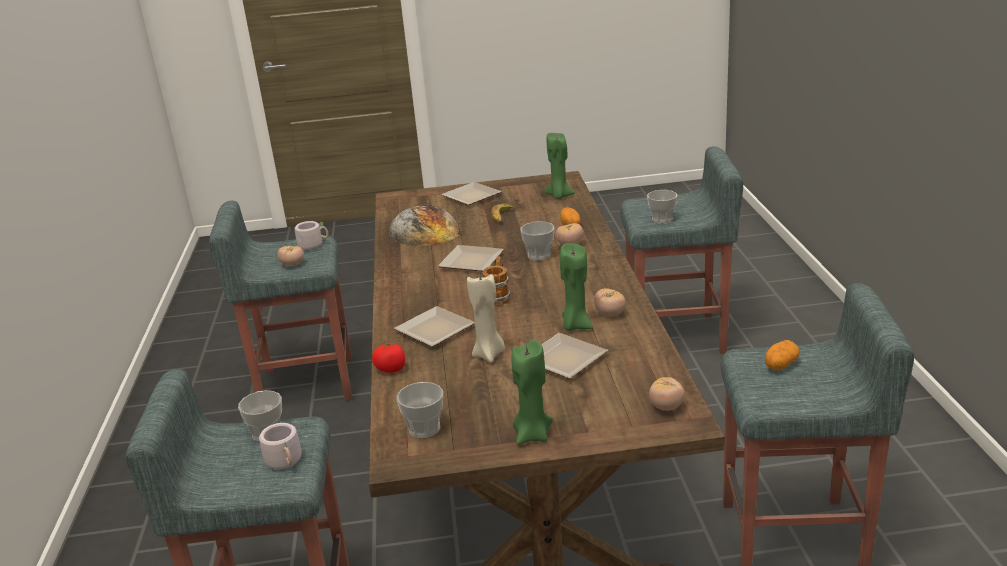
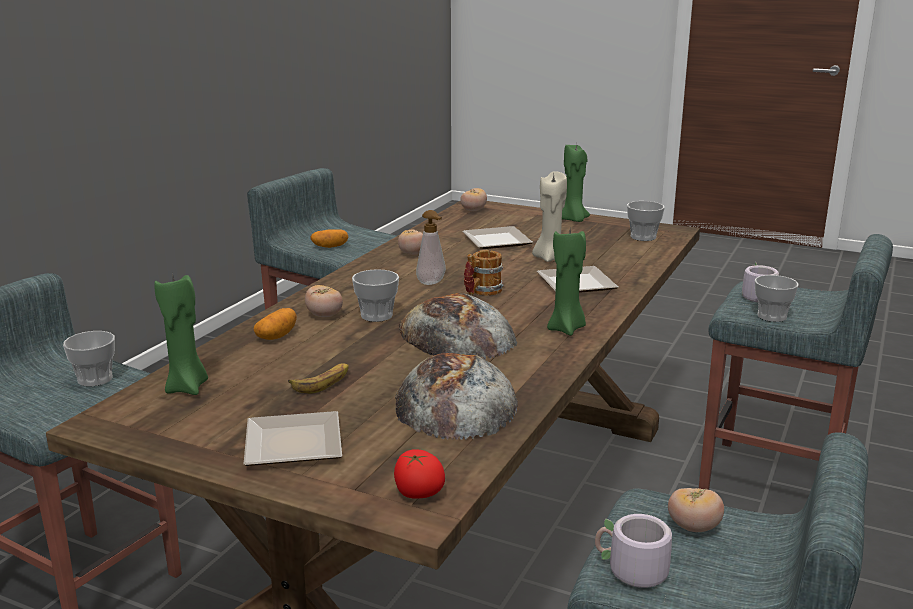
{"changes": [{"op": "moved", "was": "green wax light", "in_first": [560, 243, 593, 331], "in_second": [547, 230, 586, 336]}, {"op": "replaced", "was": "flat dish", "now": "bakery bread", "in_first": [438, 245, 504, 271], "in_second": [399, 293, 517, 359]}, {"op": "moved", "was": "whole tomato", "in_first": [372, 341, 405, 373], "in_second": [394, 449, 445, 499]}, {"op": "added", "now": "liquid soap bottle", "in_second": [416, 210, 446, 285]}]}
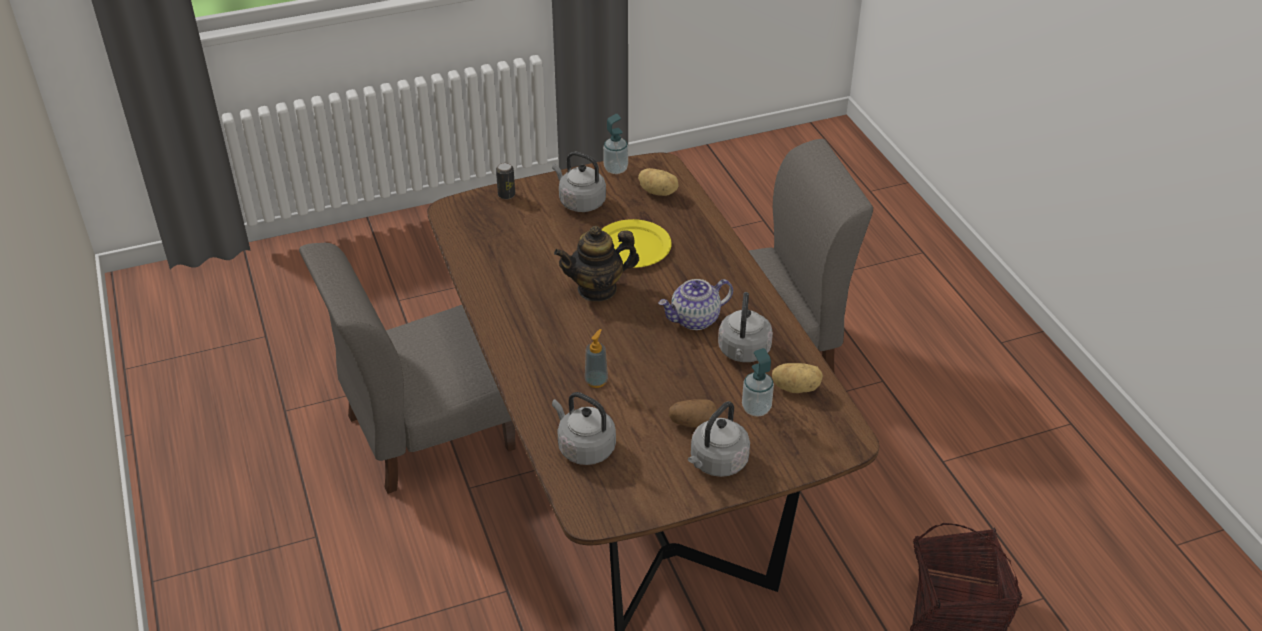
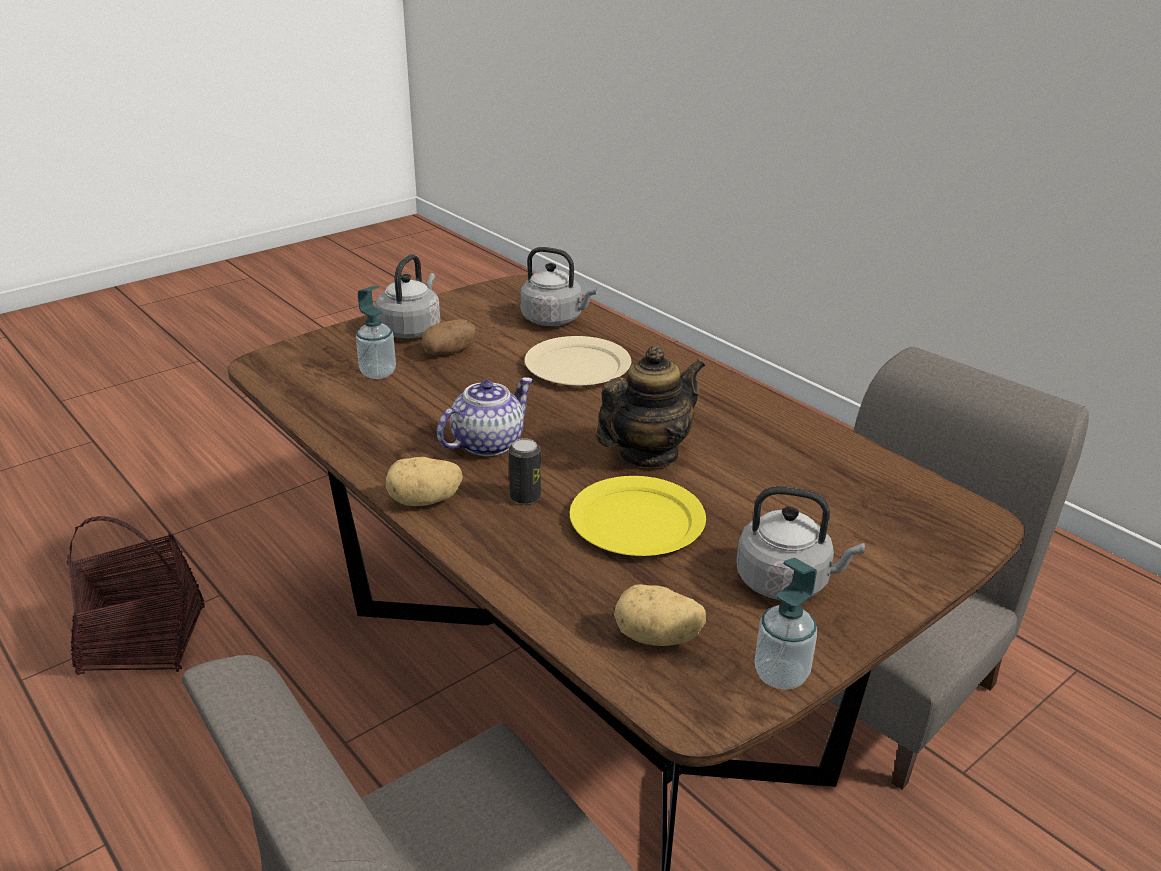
{"changes": [{"op": "moved", "was": "metal can", "in_first": [496, 163, 515, 199], "in_second": [509, 438, 541, 504]}, {"op": "removed", "was": "grey water kettle", "in_first": [718, 292, 773, 362]}, {"op": "replaced", "was": "liquid soap bottle", "now": "beige-coloured flat dish", "in_first": [585, 329, 608, 388], "in_second": [525, 336, 631, 386]}, {"op": "moved", "was": "potato", "in_first": [772, 363, 823, 393], "in_second": [386, 457, 463, 506]}]}
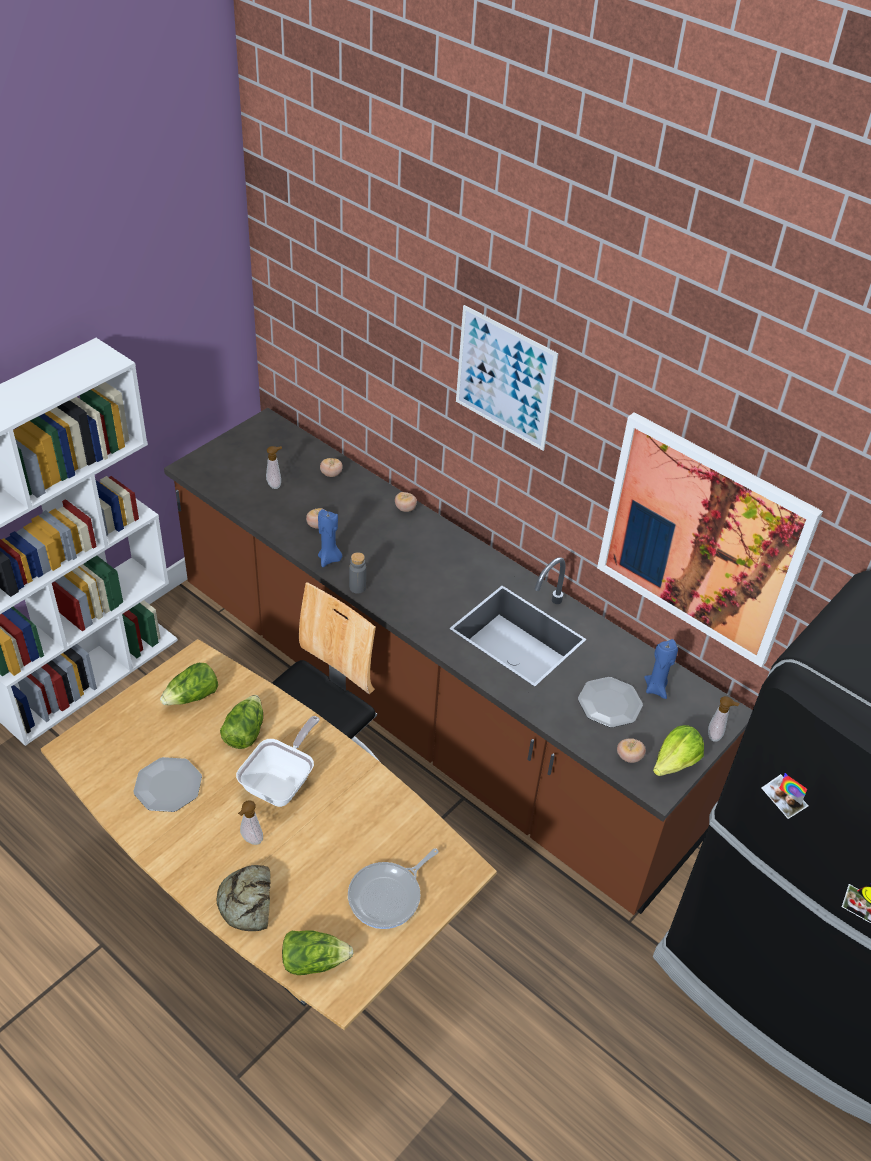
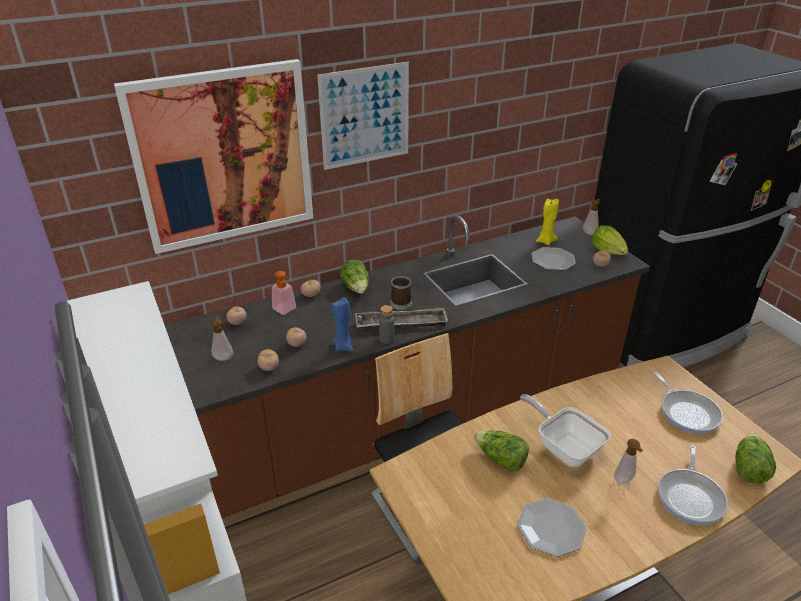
{"changes": [{"op": "moved", "was": "wall art", "in_first": [597, 412, 823, 667], "in_second": [114, 59, 313, 254]}, {"op": "recoloured", "was": "bluish wax light", "now": "yellow wax light", "in_first": [644, 639, 678, 699], "in_second": [536, 199, 559, 245]}, {"op": "moved", "was": "lettuce head", "in_first": [160, 663, 218, 705], "in_second": [340, 260, 369, 294]}, {"op": "replaced", "was": "bakery bread", "now": "pan", "in_first": [216, 865, 271, 931], "in_second": [658, 446, 728, 525]}, {"op": "added", "now": "liquid soap bottle", "in_second": [272, 271, 296, 315]}, {"op": "added", "now": "mug", "in_second": [390, 274, 412, 310]}, {"op": "added", "now": "serving tray", "in_second": [355, 307, 448, 328]}, {"op": "added", "now": "whole tomato", "in_second": [257, 349, 279, 371]}]}
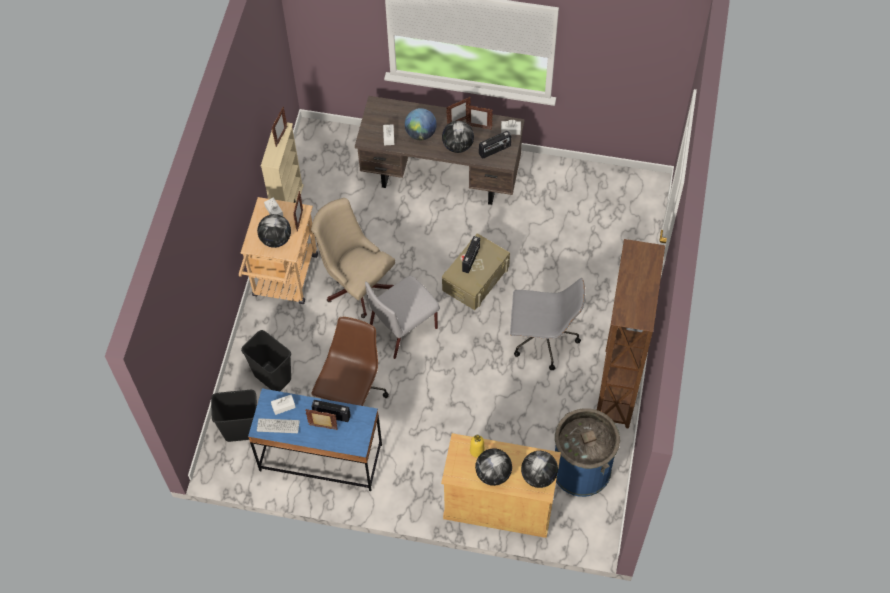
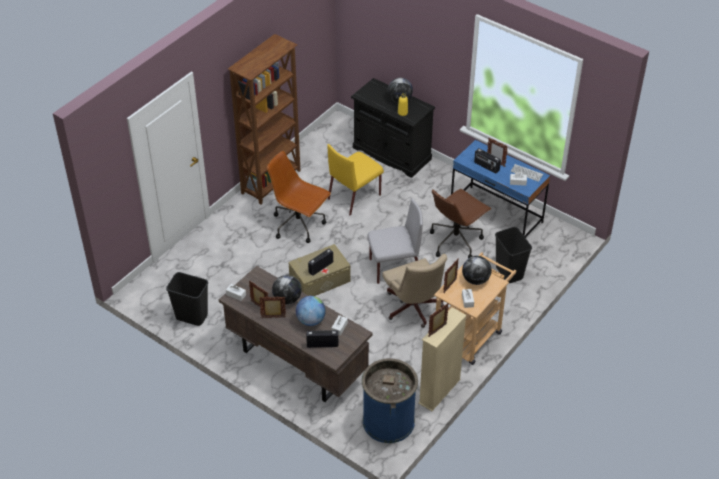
{"changes": [{"op": "moved", "was": "radio set", "in_first": [479, 131, 511, 159], "in_second": [306, 330, 339, 348]}, {"op": "recoloured", "was": "grey desk chair", "now": "brownish desk chair", "in_first": [510, 278, 585, 370], "in_second": [267, 151, 331, 243]}, {"op": "moved", "was": "black waste bin", "in_first": [211, 390, 257, 442], "in_second": [166, 272, 208, 326]}, {"op": "moved", "was": "bluish waste bin", "in_first": [555, 408, 620, 497], "in_second": [362, 358, 418, 443]}, {"op": "recoloured", "was": "beige-coloured cabinet", "now": "black cabinet", "in_first": [441, 433, 561, 538], "in_second": [351, 78, 435, 178]}, {"op": "removed", "was": "globe", "in_first": [521, 451, 558, 488]}, {"op": "added", "now": "yellow chair", "in_second": [327, 144, 384, 216]}]}
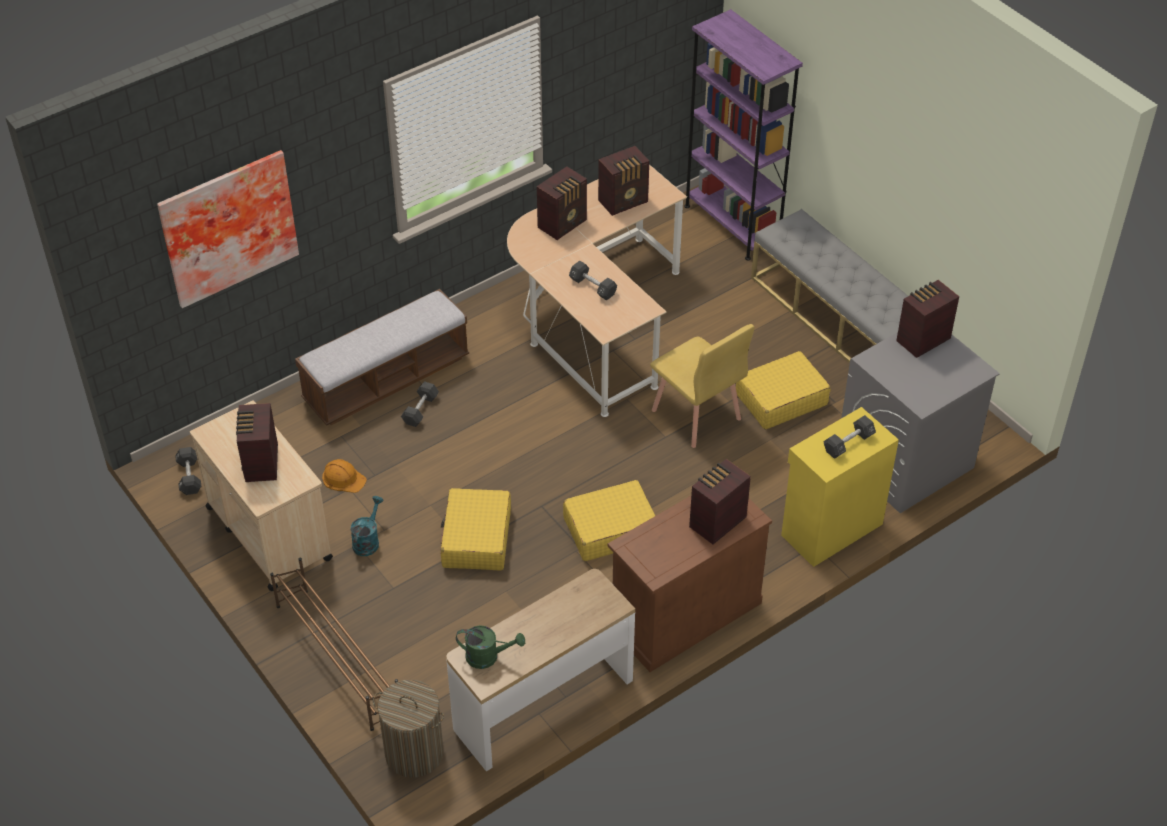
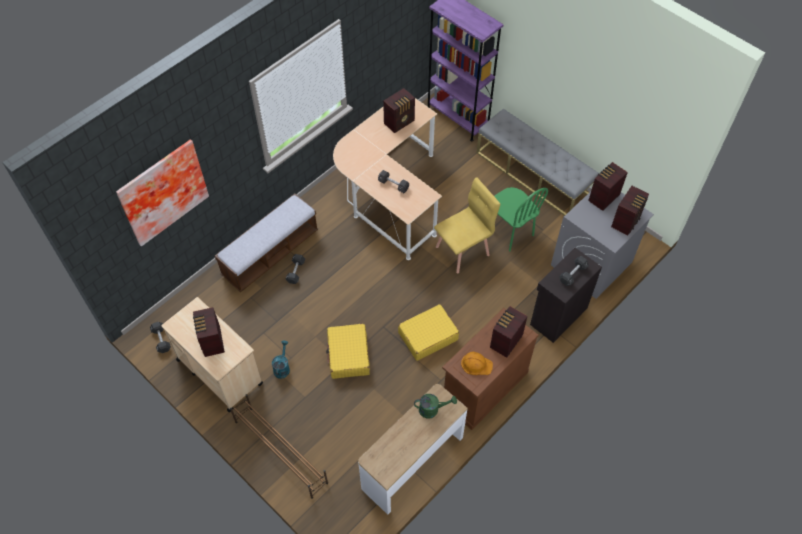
{"changes": [{"op": "moved", "was": "radio set", "in_first": [537, 167, 587, 240], "in_second": [611, 186, 649, 235]}, {"op": "turned", "was": "yellow chair", "in_first": [650, 324, 754, 448], "in_second": [434, 177, 500, 273], "clockwise": -75}, {"op": "replaced", "was": "yellow travel case", "now": "green chair", "in_first": [736, 351, 830, 429], "in_second": [494, 187, 548, 252]}, {"op": "recoloured", "was": "yellow cabinet", "now": "black cabinet", "in_first": [781, 407, 899, 567], "in_second": [530, 248, 602, 343]}, {"op": "moved", "was": "orangey work helmet", "in_first": [322, 459, 367, 493], "in_second": [461, 352, 493, 375]}, {"op": "moved", "was": "green watering pot", "in_first": [456, 625, 525, 669], "in_second": [414, 394, 457, 419]}, {"op": "removed", "was": "laundry basket", "in_first": [373, 680, 444, 778]}]}
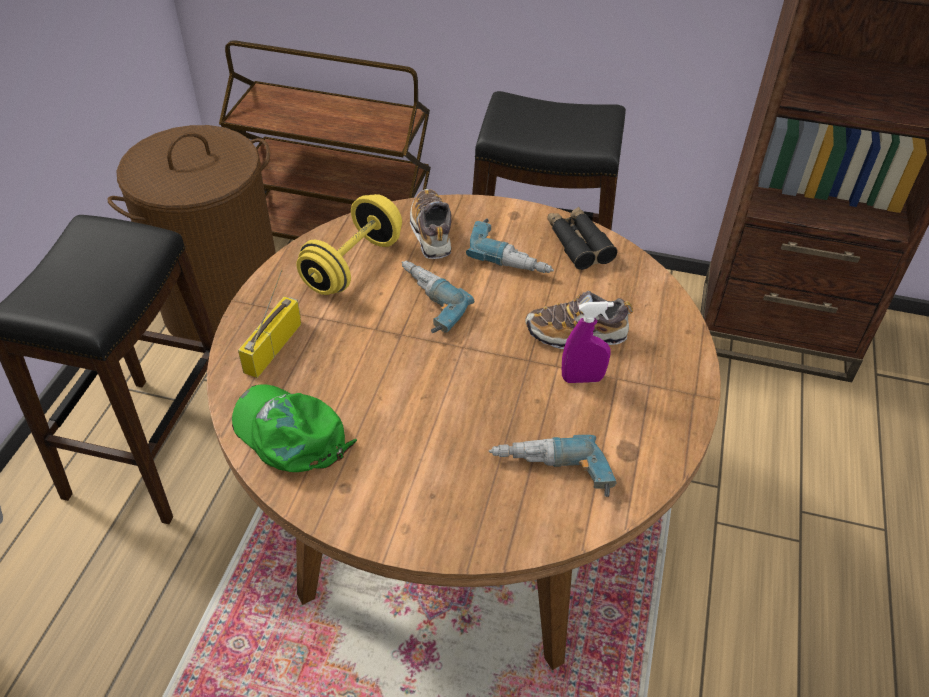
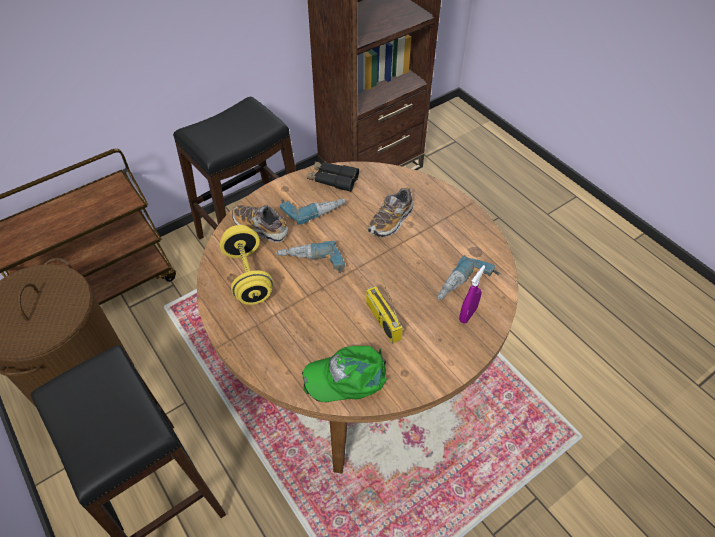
{"changes": [{"op": "moved", "was": "radio set", "in_first": [238, 270, 301, 378], "in_second": [366, 272, 403, 344]}, {"op": "moved", "was": "purple-coloured spray bottle", "in_first": [562, 301, 614, 383], "in_second": [459, 265, 485, 323]}]}
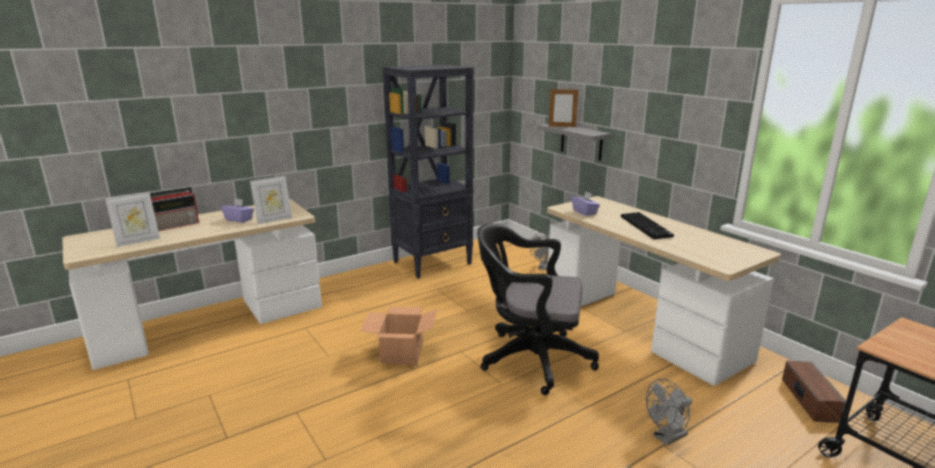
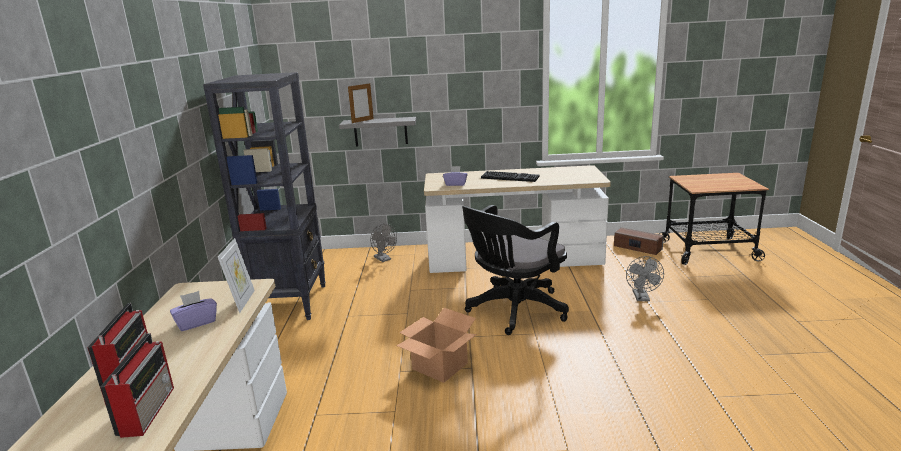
{"changes": [{"op": "replaced", "was": "standing frame", "now": "radio set", "in_first": [105, 192, 160, 247], "in_second": [100, 333, 174, 438]}]}
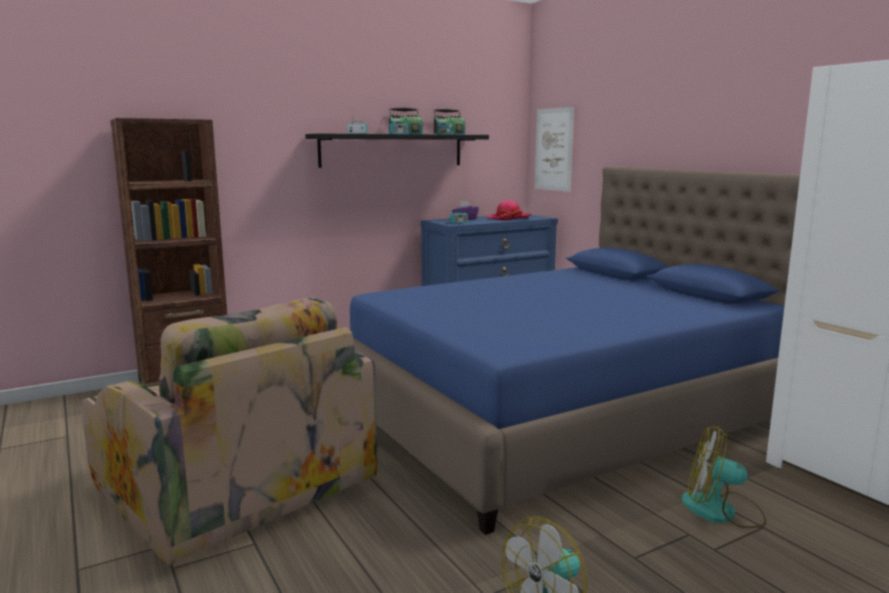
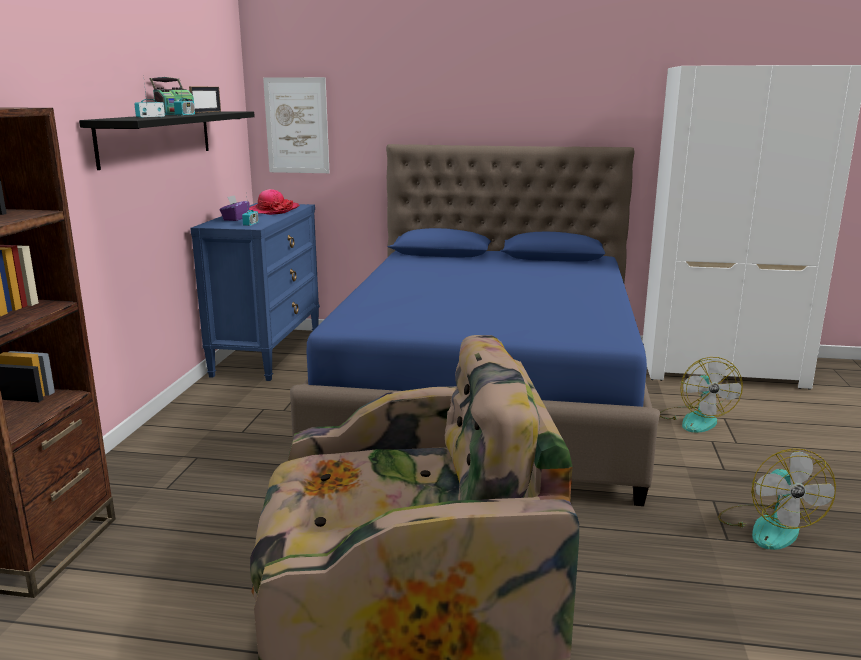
{"changes": [{"op": "replaced", "was": "radio set", "now": "standing frame", "in_first": [434, 109, 465, 135], "in_second": [189, 87, 221, 113]}, {"op": "turned", "was": "cooling fan", "in_first": [682, 426, 766, 528], "in_second": [660, 357, 743, 433], "clockwise": -60}]}
